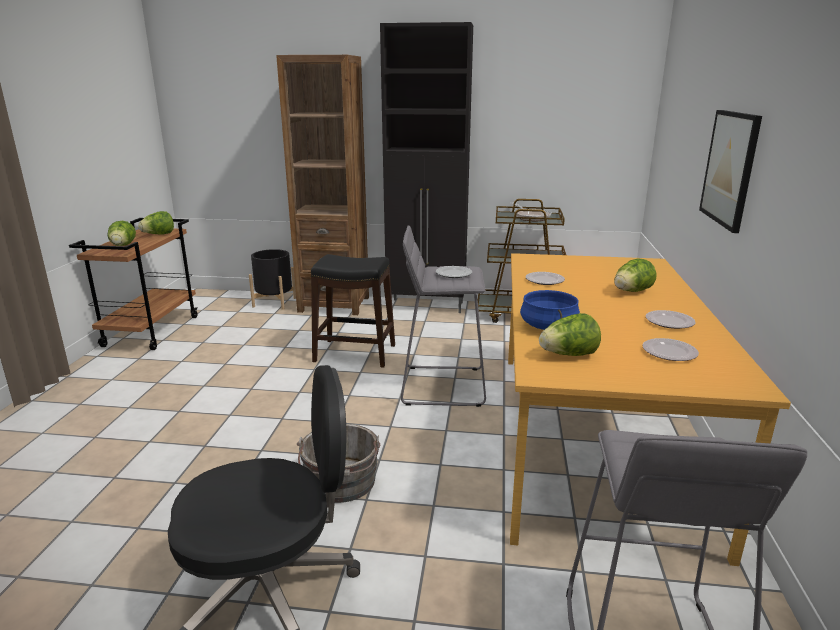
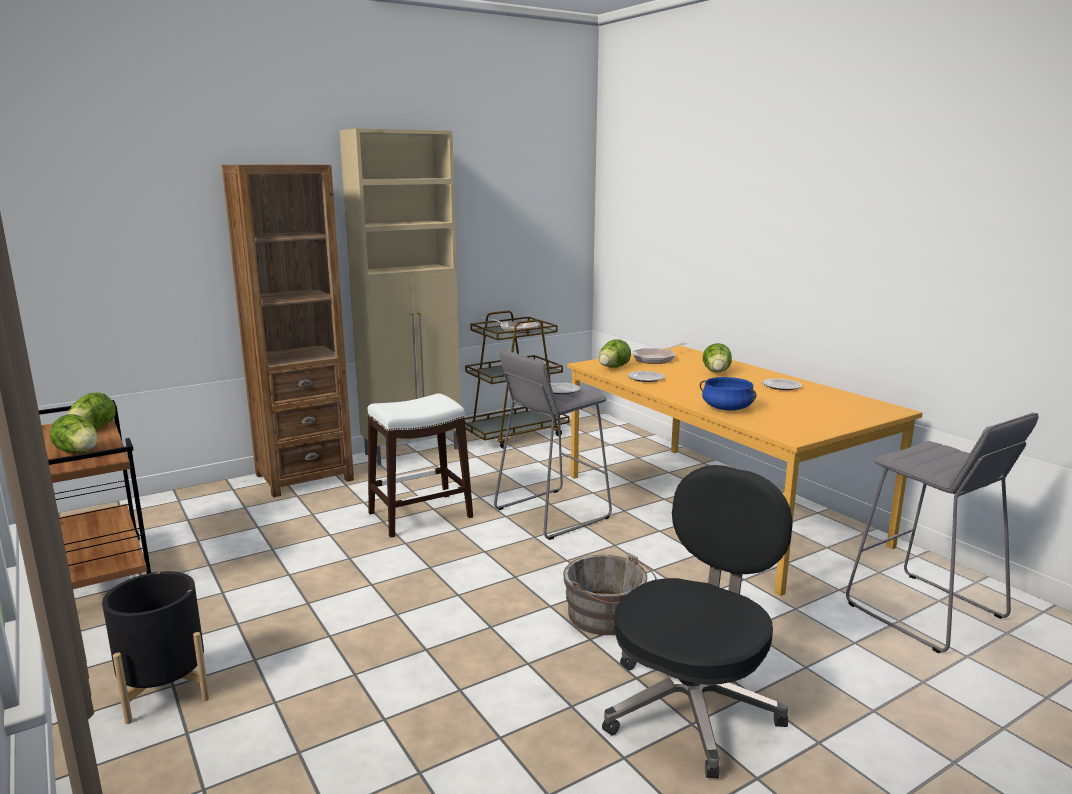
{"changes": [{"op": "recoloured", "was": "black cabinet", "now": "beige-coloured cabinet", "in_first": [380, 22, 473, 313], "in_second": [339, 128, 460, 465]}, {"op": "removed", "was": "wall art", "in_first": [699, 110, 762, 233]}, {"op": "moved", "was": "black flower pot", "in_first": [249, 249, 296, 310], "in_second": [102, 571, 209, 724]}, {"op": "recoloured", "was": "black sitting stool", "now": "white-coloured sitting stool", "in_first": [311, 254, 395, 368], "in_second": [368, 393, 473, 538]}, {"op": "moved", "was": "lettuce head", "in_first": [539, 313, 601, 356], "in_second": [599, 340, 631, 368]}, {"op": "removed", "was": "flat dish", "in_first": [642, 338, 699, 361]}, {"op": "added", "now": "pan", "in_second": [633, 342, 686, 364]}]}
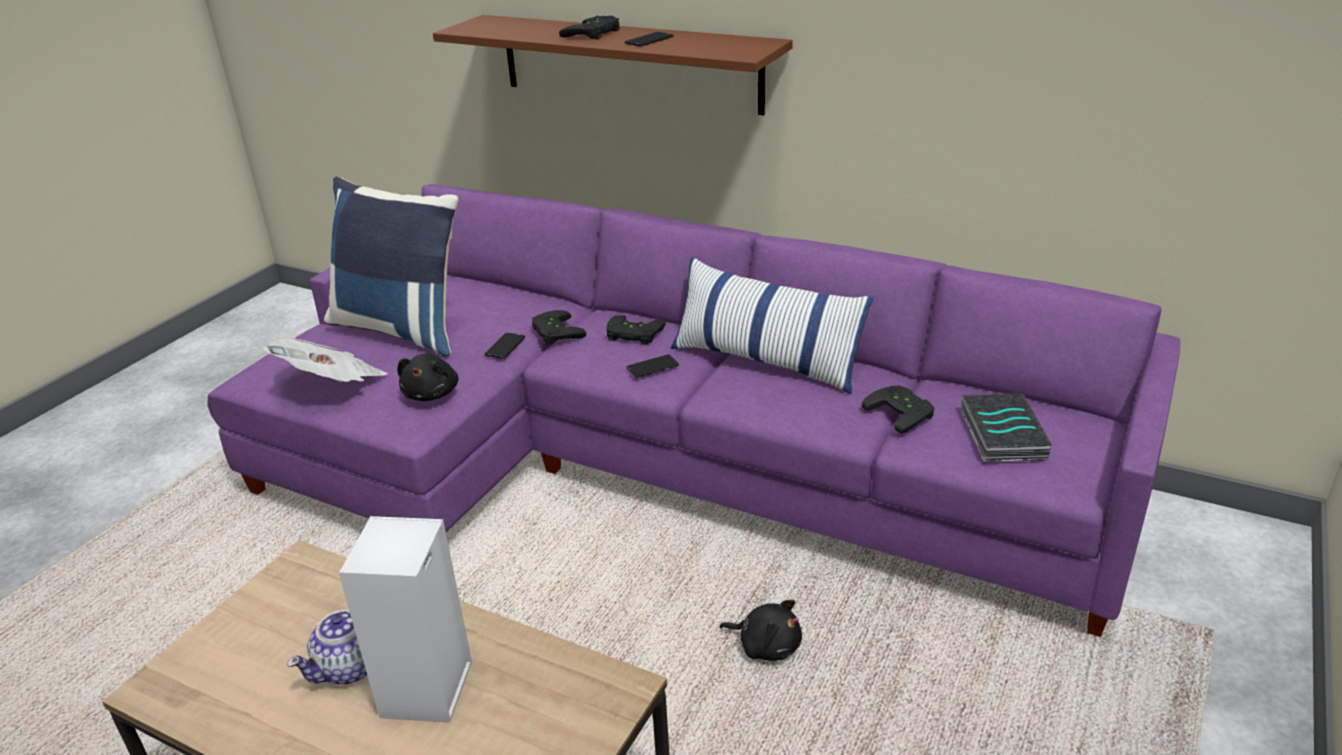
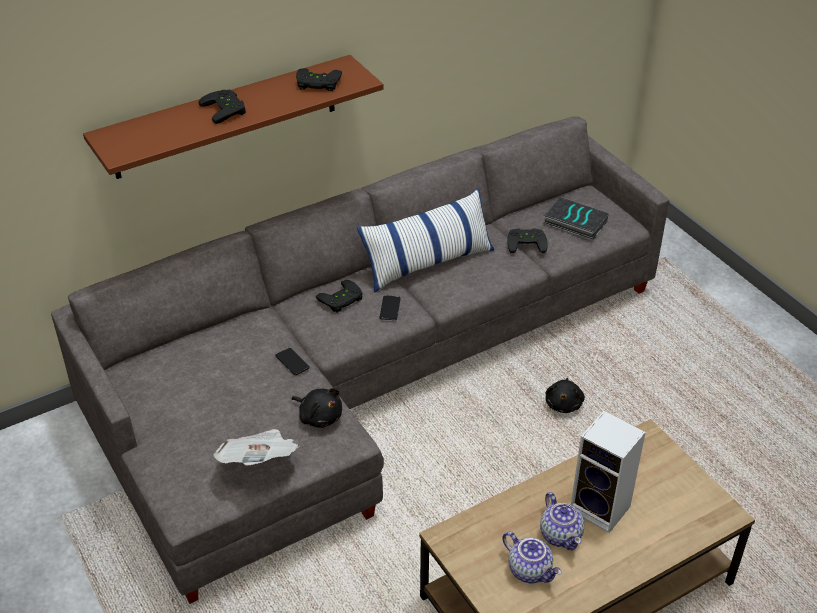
{"changes": [{"op": "removed", "was": "phone", "in_first": [625, 32, 674, 46]}, {"op": "removed", "was": "bluish pillow", "in_first": [324, 176, 459, 356]}, {"op": "recoloured", "was": "purple-coloured settee", "now": "grey settee", "in_first": [207, 184, 1181, 637], "in_second": [51, 116, 669, 604]}, {"op": "moved", "was": "black gamepad", "in_first": [532, 310, 586, 345], "in_second": [296, 68, 342, 91]}, {"op": "turned", "was": "black soft toy", "in_first": [720, 600, 802, 661], "in_second": [545, 378, 585, 413], "clockwise": 135}, {"op": "added", "now": "tea pot", "in_second": [502, 532, 562, 583]}]}
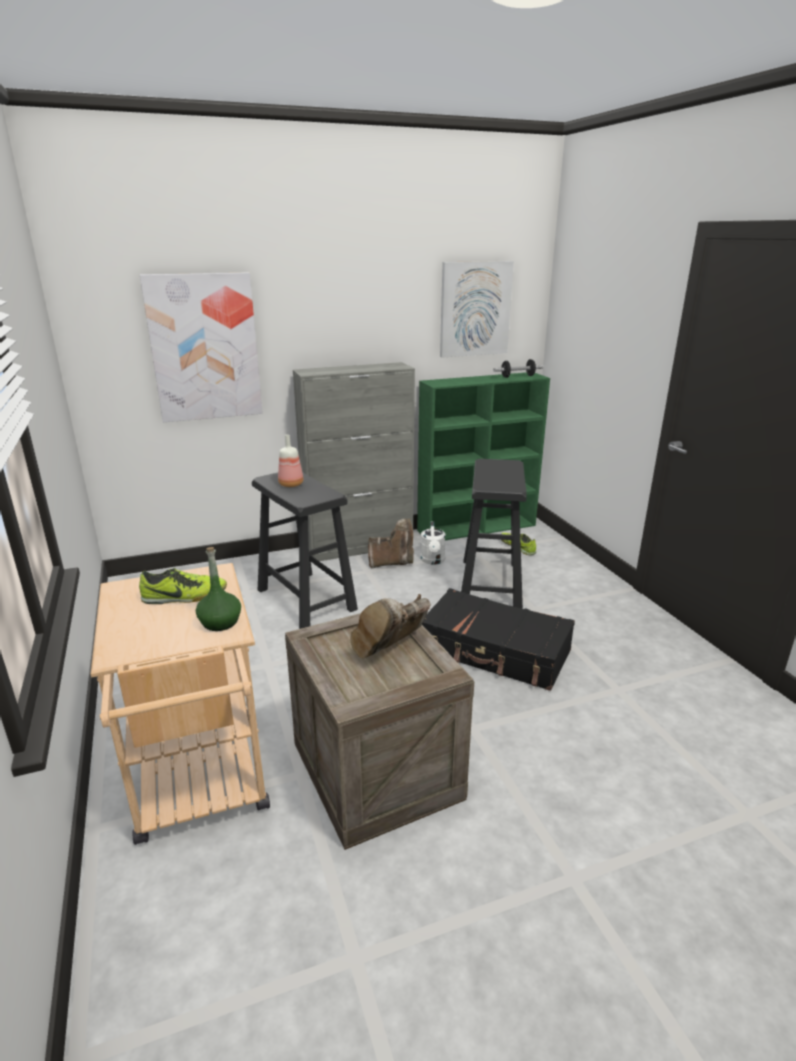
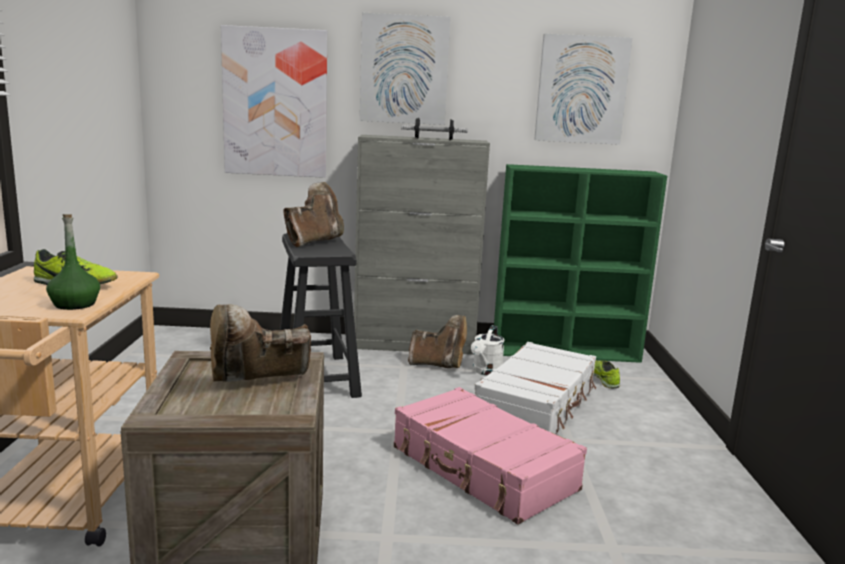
{"changes": [{"op": "moved", "was": "hand weight", "in_first": [493, 359, 543, 378], "in_second": [401, 118, 468, 140]}, {"op": "replaced", "was": "drink bottle", "now": "brownish boot", "in_first": [278, 434, 303, 487], "in_second": [283, 182, 344, 247]}, {"op": "replaced", "was": "black sitting stool", "now": "white-coloured travel case", "in_first": [461, 459, 527, 608], "in_second": [475, 342, 596, 434]}, {"op": "recoloured", "was": "black travel case", "now": "pinkish travel case", "in_first": [422, 588, 575, 691], "in_second": [394, 387, 587, 525]}, {"op": "added", "now": "wall art", "in_second": [360, 13, 451, 125]}]}
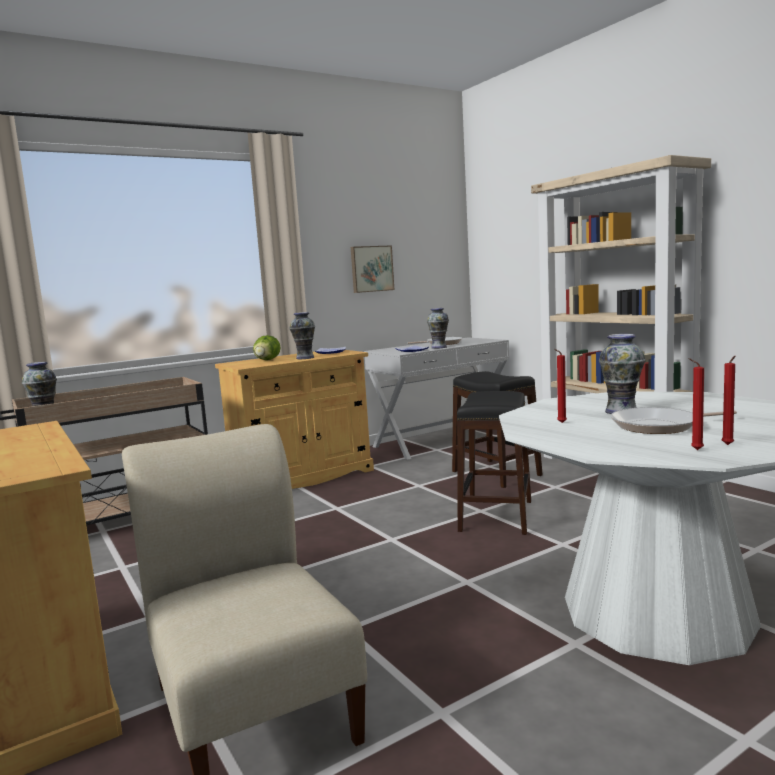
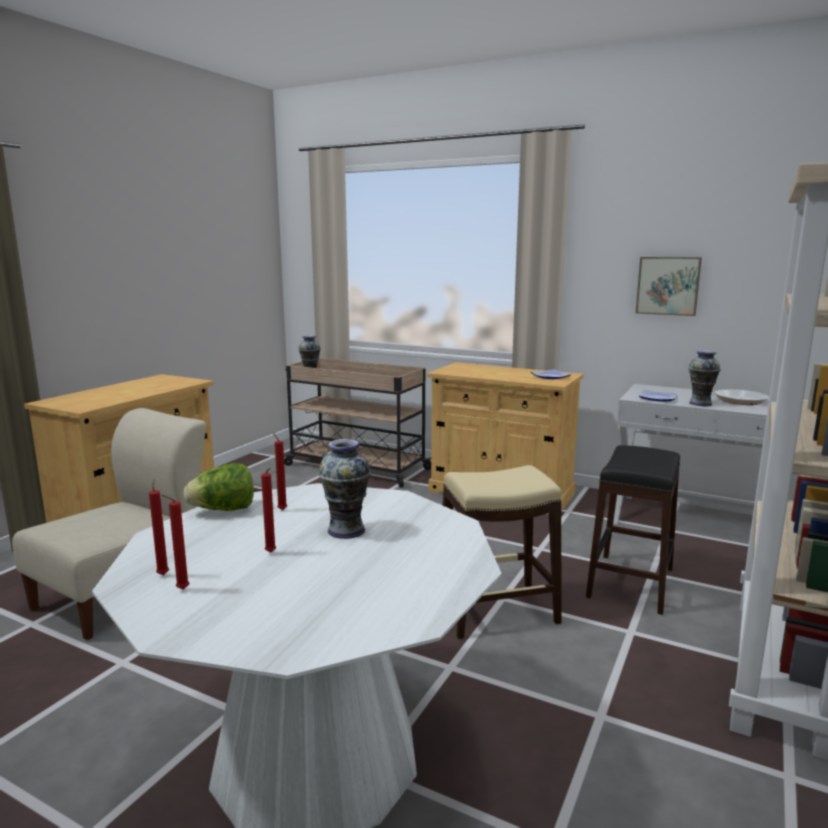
{"changes": [{"op": "removed", "was": "decorative vase", "in_first": [289, 312, 315, 359]}, {"op": "moved", "was": "lettuce head", "in_first": [253, 335, 281, 360], "in_second": [183, 463, 254, 511]}, {"op": "recoloured", "was": "black sitting stool", "now": "beige-coloured sitting stool", "in_first": [457, 391, 531, 535], "in_second": [442, 465, 562, 639]}, {"op": "replaced", "was": "pan", "now": "reddish wax light", "in_first": [611, 407, 737, 434], "in_second": [261, 468, 276, 553]}]}
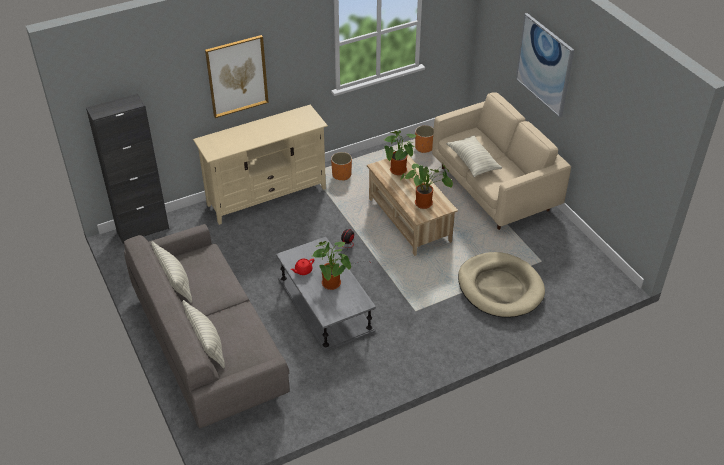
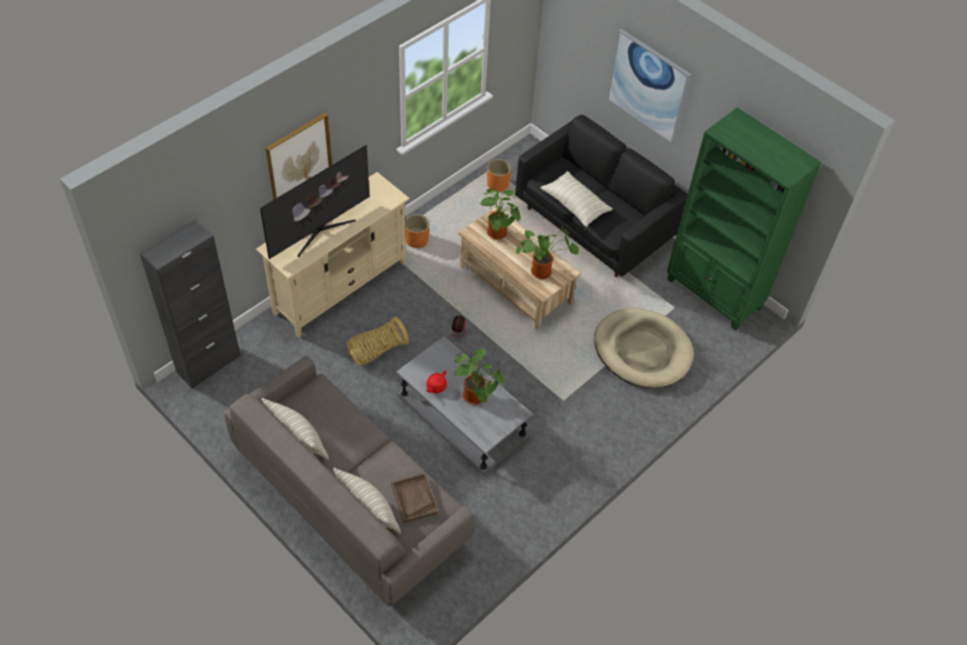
{"changes": [{"op": "recoloured", "was": "beige-coloured settee", "now": "black settee", "in_first": [432, 92, 571, 230], "in_second": [515, 115, 688, 277]}, {"op": "added", "now": "green bookcase", "in_second": [667, 107, 821, 331]}, {"op": "added", "now": "TV", "in_second": [260, 145, 370, 259]}, {"op": "added", "now": "basket", "in_second": [347, 316, 409, 365]}, {"op": "added", "now": "brownish serving tray", "in_second": [391, 473, 438, 523]}]}
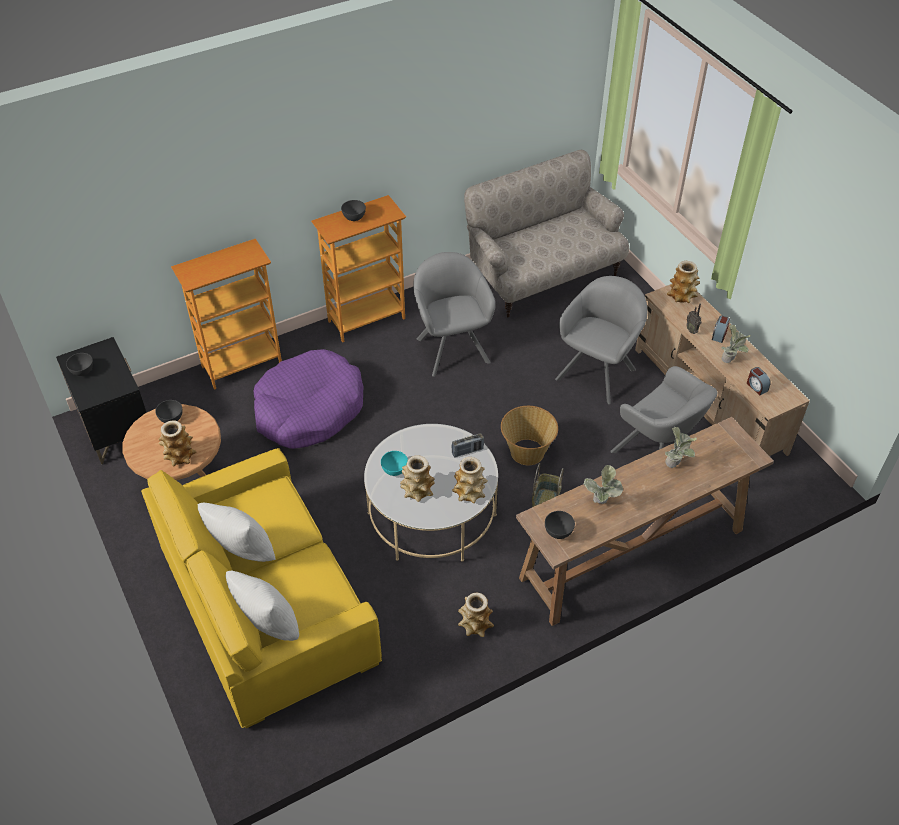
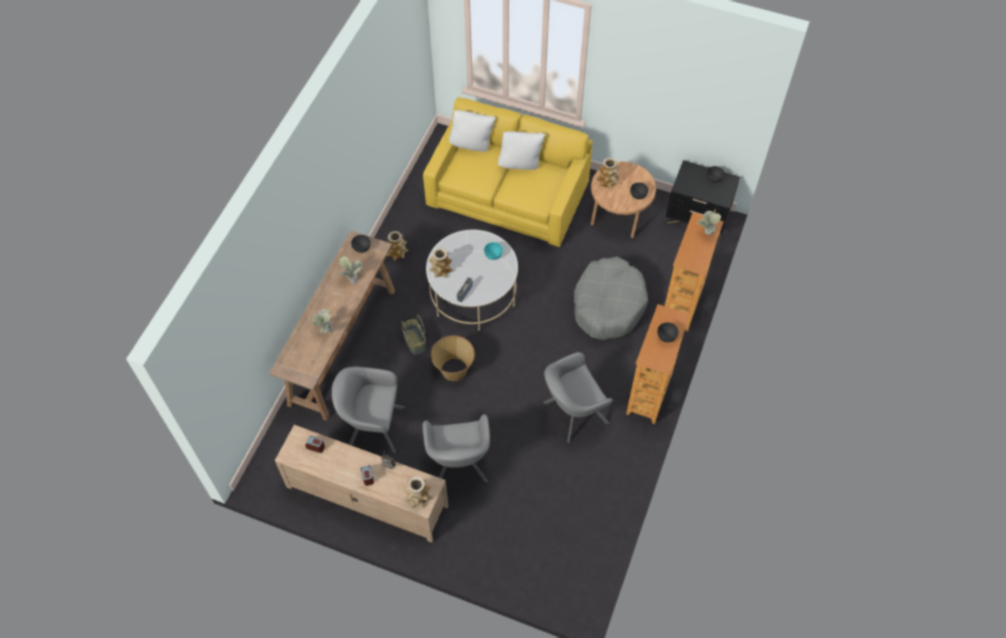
{"changes": [{"op": "removed", "was": "beige-coloured settee", "in_first": [464, 150, 629, 318]}, {"op": "turned", "was": "grey armchair", "in_first": [413, 252, 495, 377], "in_second": [543, 352, 613, 443], "clockwise": 120}, {"op": "moved", "was": "potted plant", "in_first": [721, 324, 751, 363], "in_second": [698, 211, 721, 236]}, {"op": "recoloured", "was": "purple-coloured dog bed", "now": "grey dog bed", "in_first": [253, 349, 364, 449], "in_second": [574, 257, 648, 340]}, {"op": "removed", "was": "decorative vase", "in_first": [400, 455, 435, 502]}]}
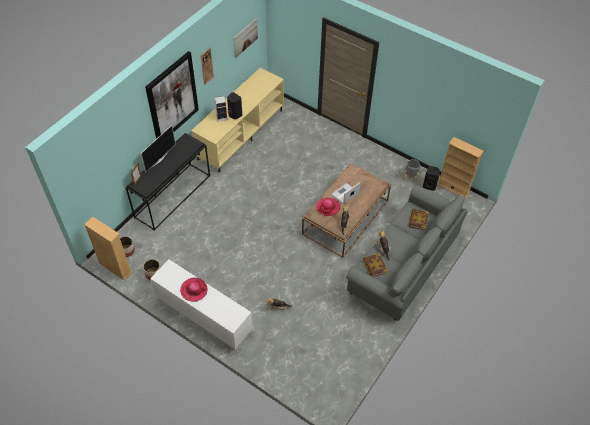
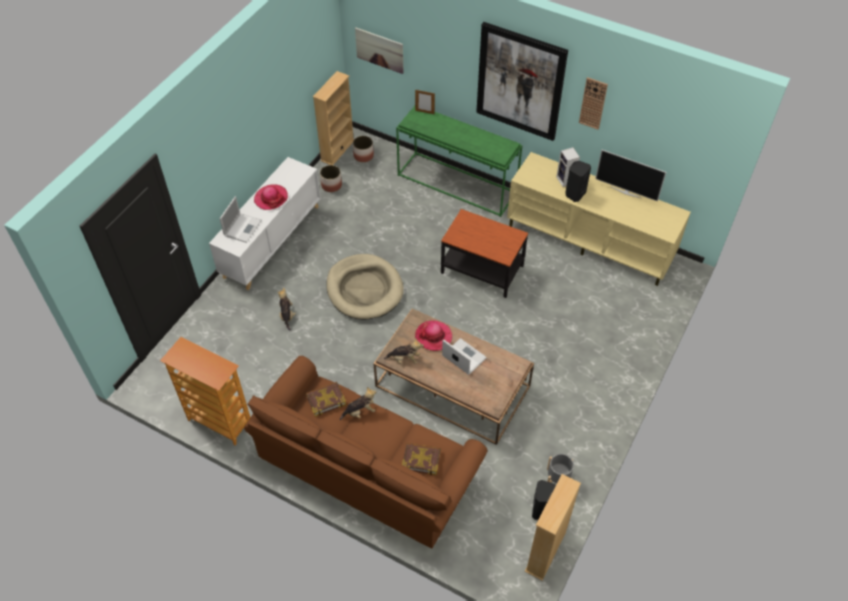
{"changes": [{"op": "moved", "was": "wall art", "in_first": [233, 18, 258, 58], "in_second": [355, 28, 403, 74]}, {"op": "moved", "was": "TV", "in_first": [141, 125, 176, 173], "in_second": [595, 150, 666, 201]}, {"op": "recoloured", "was": "black narrow table", "now": "green narrow table", "in_first": [125, 133, 210, 231], "in_second": [396, 106, 523, 217]}, {"op": "recoloured", "was": "grey settee", "now": "brownish settee", "in_first": [346, 185, 468, 321], "in_second": [244, 356, 488, 549]}, {"op": "added", "now": "laptop", "in_second": [220, 196, 261, 243]}, {"op": "added", "now": "end table", "in_second": [441, 209, 528, 298]}, {"op": "added", "now": "beige-coloured dog bed", "in_second": [326, 254, 404, 319]}, {"op": "added", "now": "bookcase", "in_second": [160, 337, 251, 445]}]}
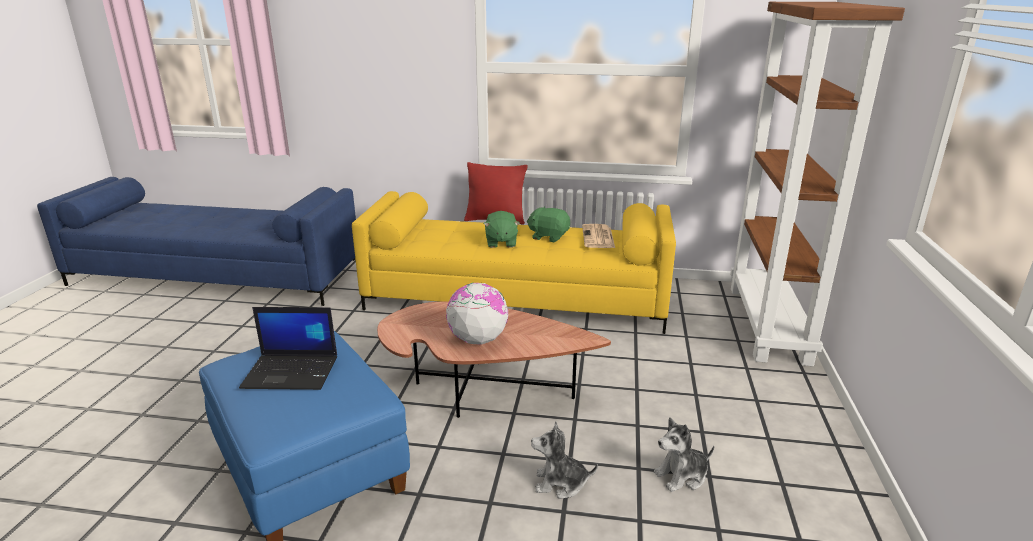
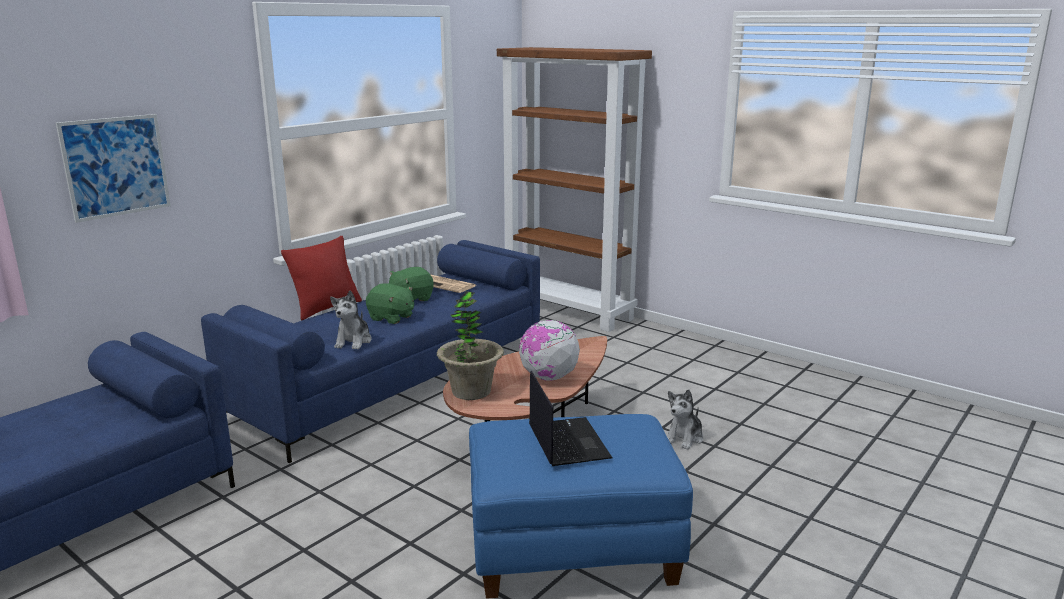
{"changes": [{"op": "recoloured", "was": "yellow settee", "now": "bluish settee", "in_first": [352, 191, 676, 334], "in_second": [201, 240, 540, 463]}, {"op": "turned", "was": "laptop", "in_first": [239, 307, 337, 390], "in_second": [529, 371, 613, 466], "clockwise": -45}, {"op": "moved", "was": "soft toy", "in_first": [654, 417, 714, 492], "in_second": [330, 290, 372, 349]}, {"op": "added", "now": "wall art", "in_second": [56, 114, 171, 223]}, {"op": "added", "now": "potted plant", "in_second": [437, 291, 504, 400]}]}
